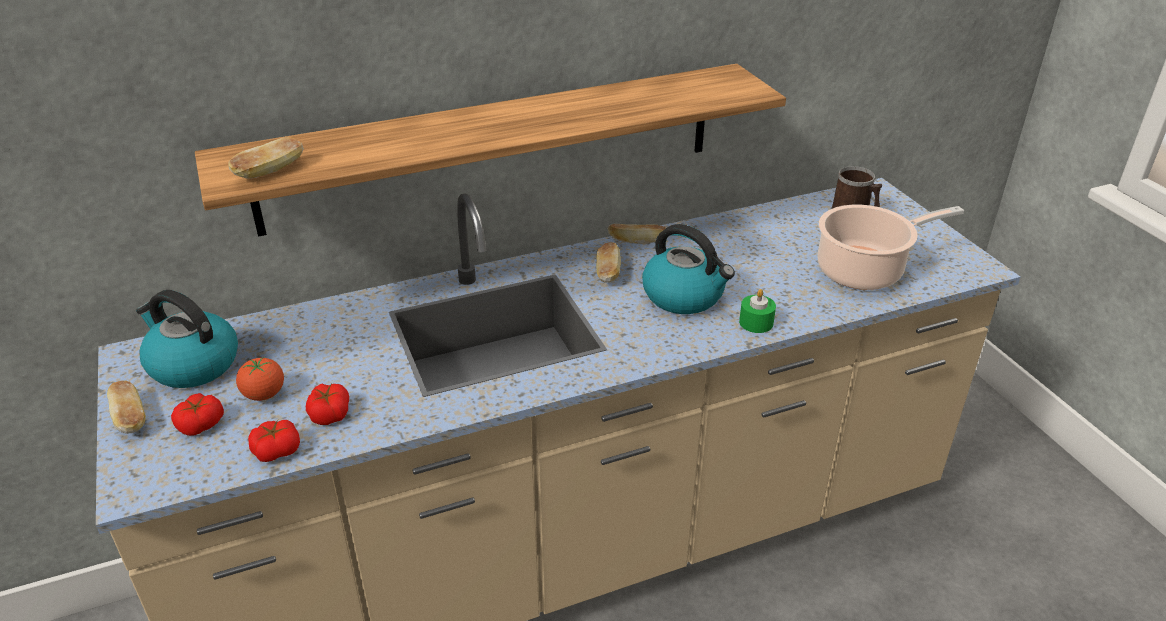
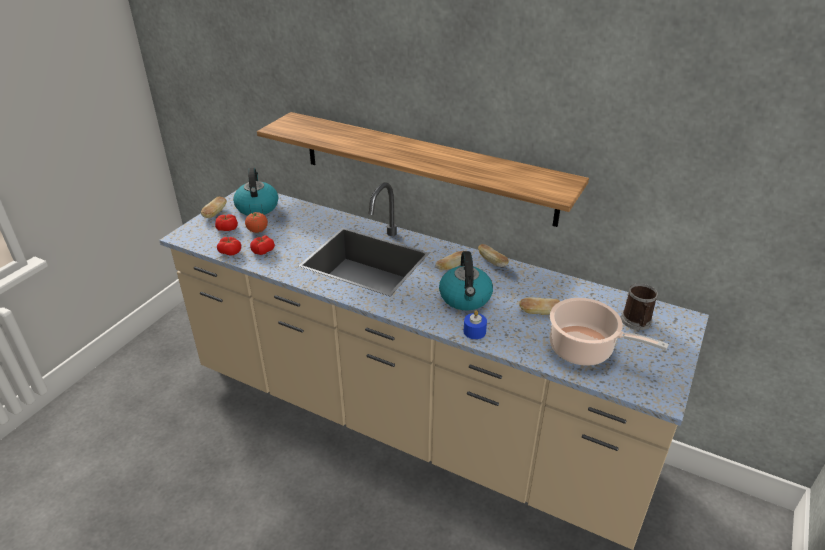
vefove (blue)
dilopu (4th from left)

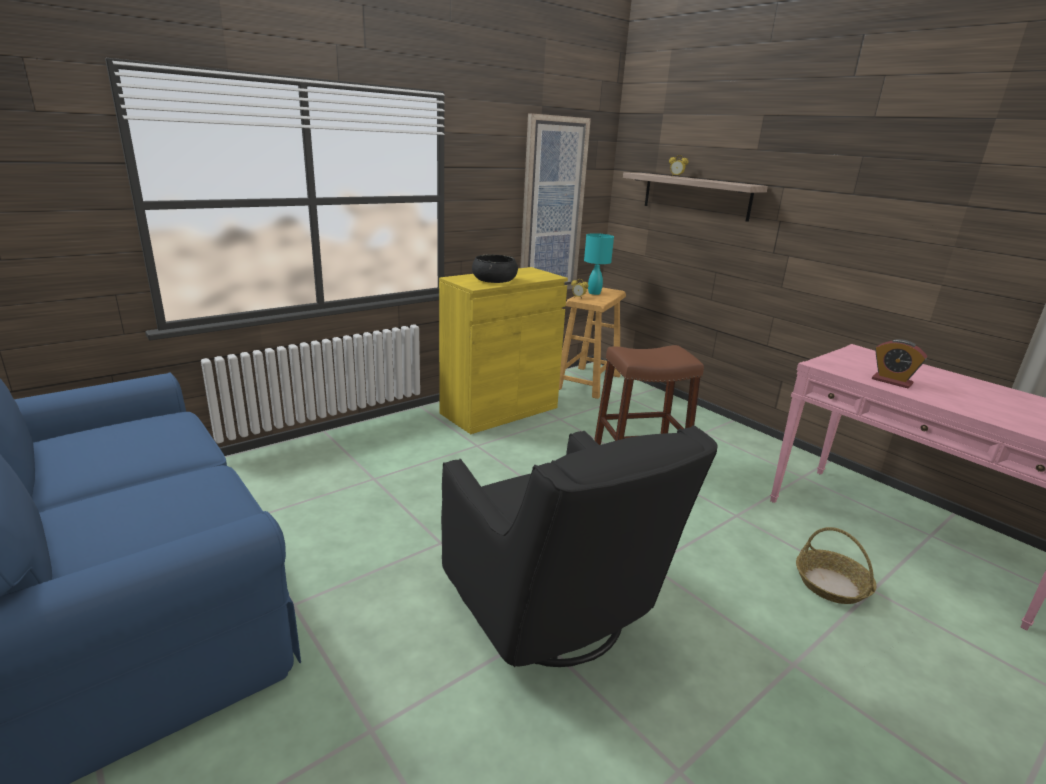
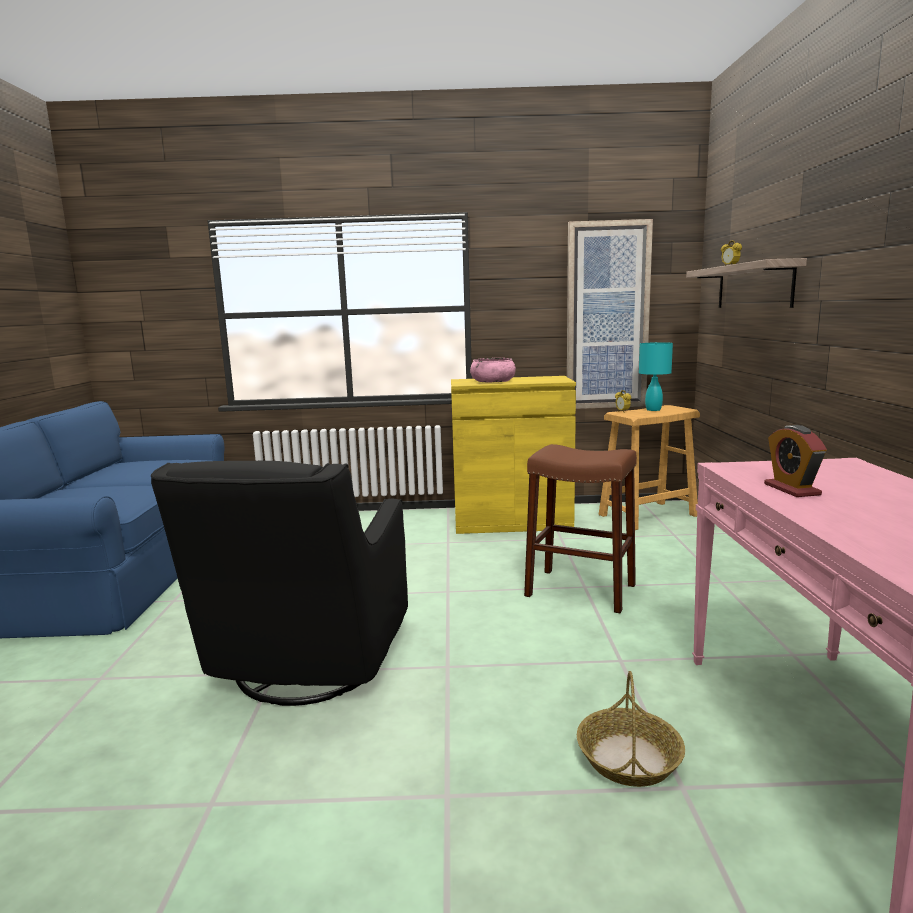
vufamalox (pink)

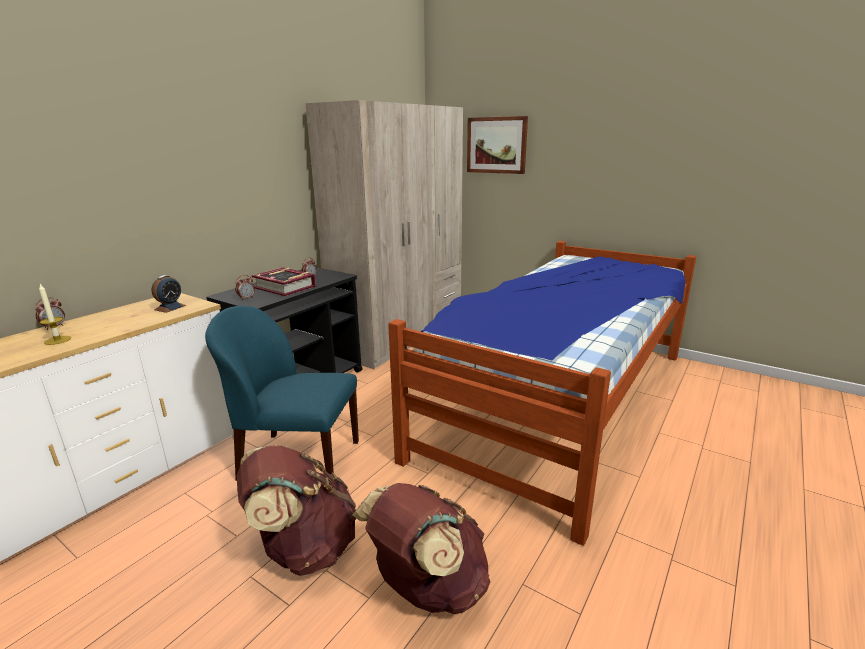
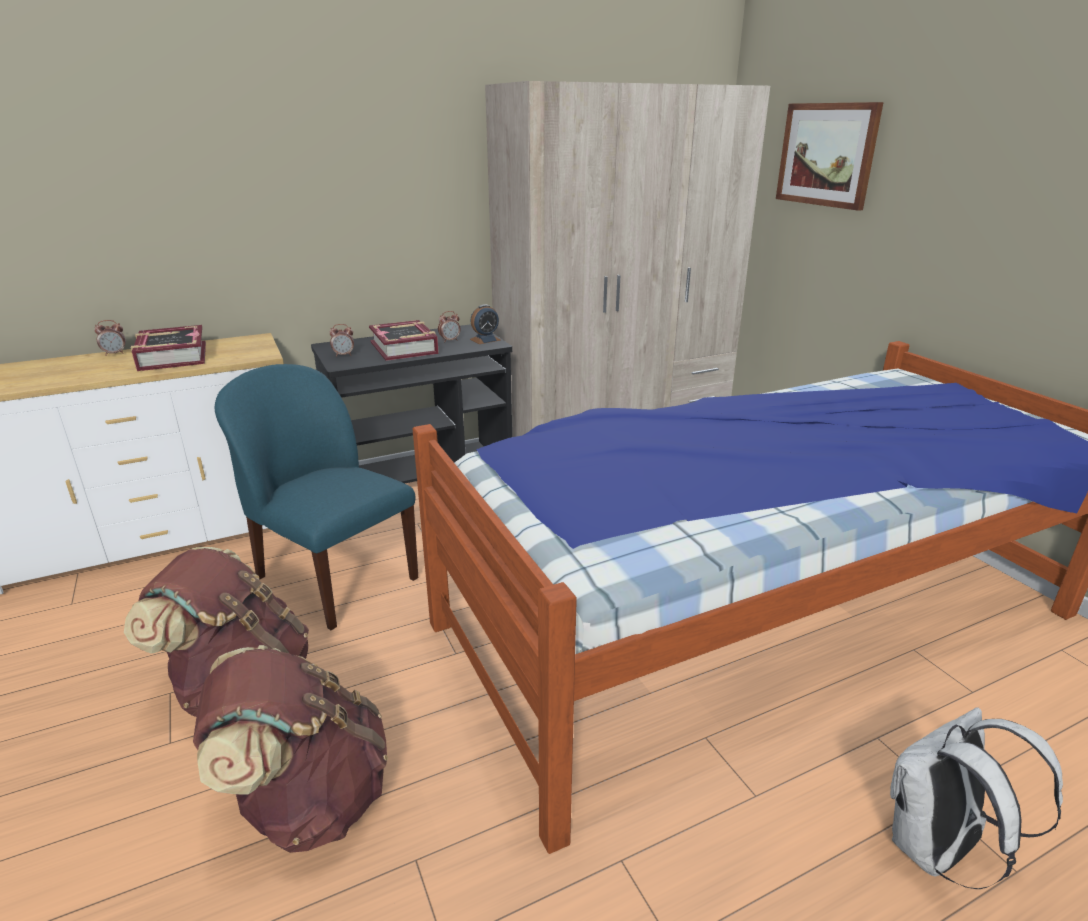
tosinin (1st from left)
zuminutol (4th from left)
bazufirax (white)
vefove

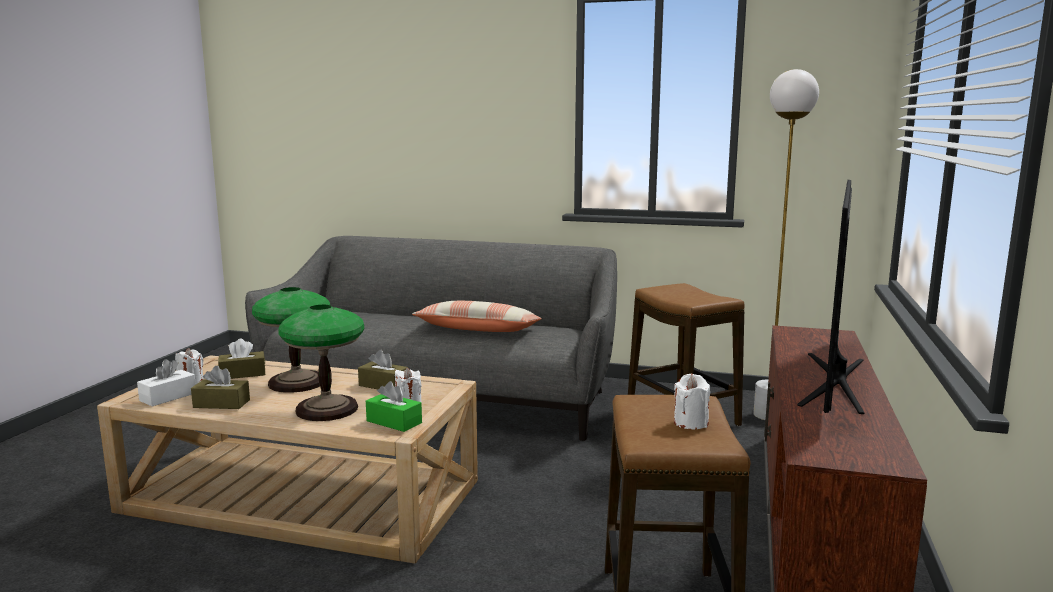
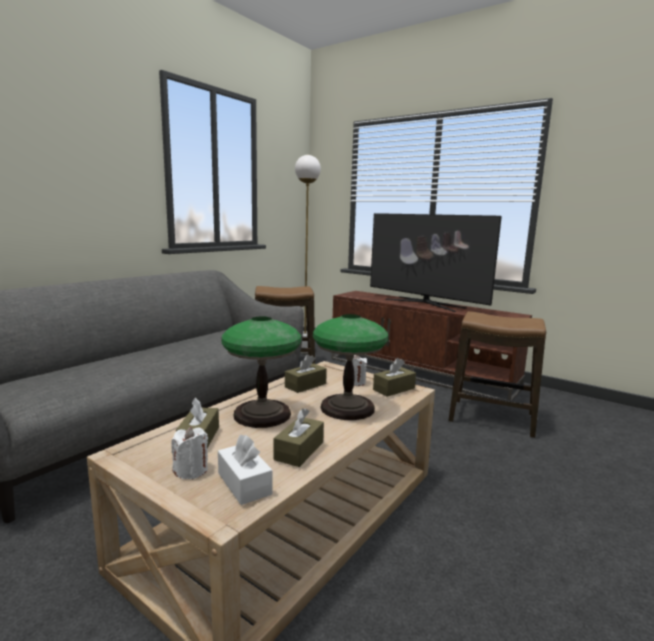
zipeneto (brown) (4th from left)
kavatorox
vefove (white) (3rd from left in the first image)

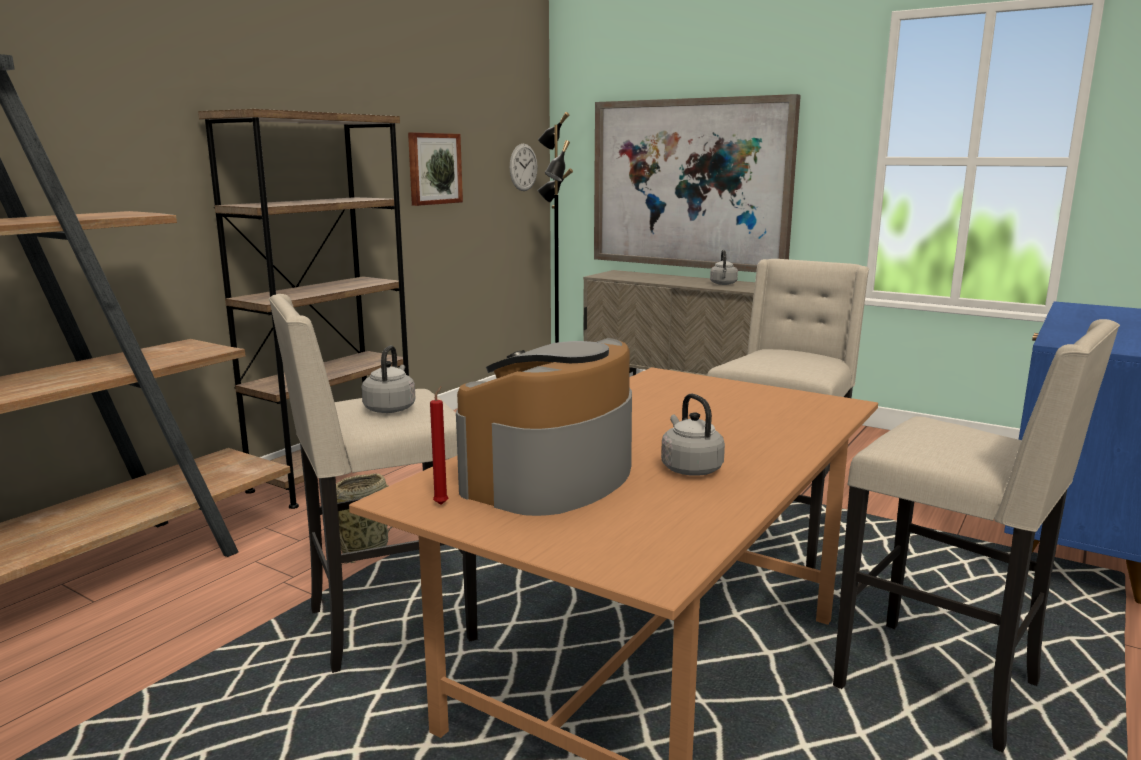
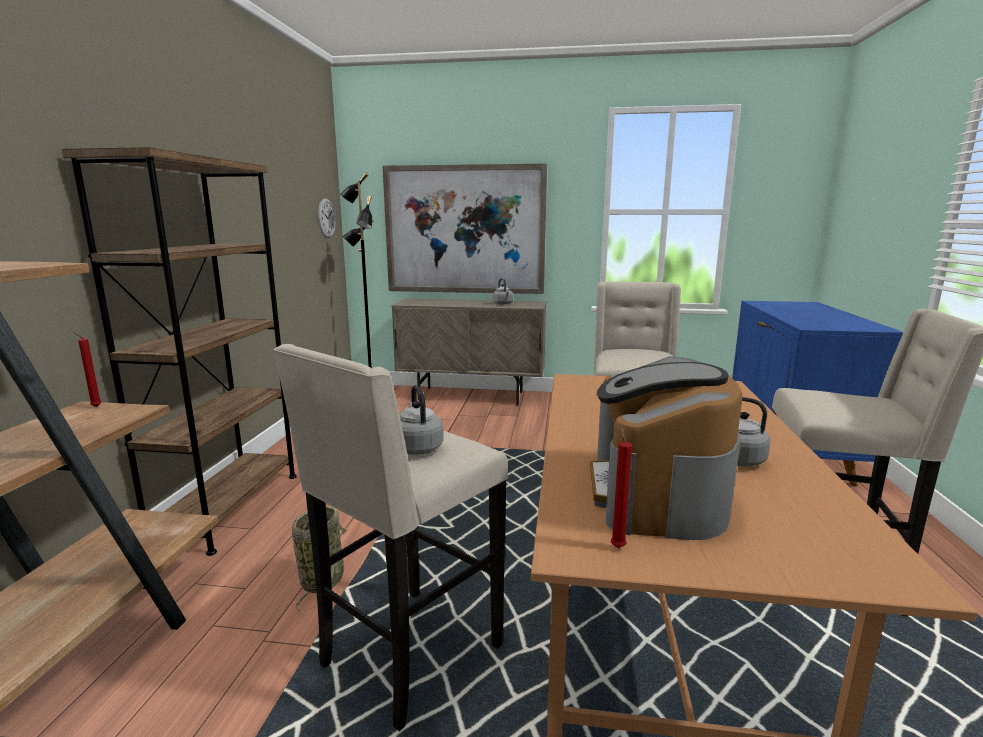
vefove (red) (1st from left)
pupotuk (1st from left in the first image)

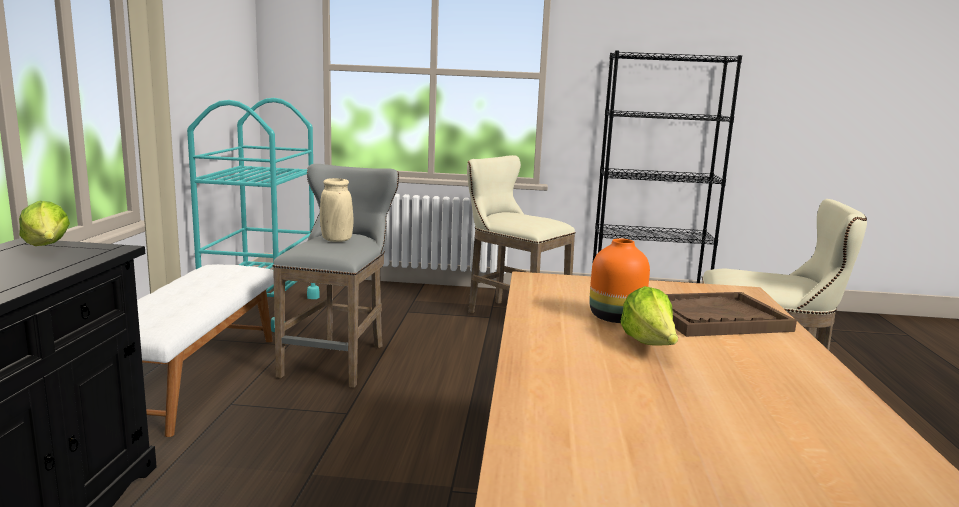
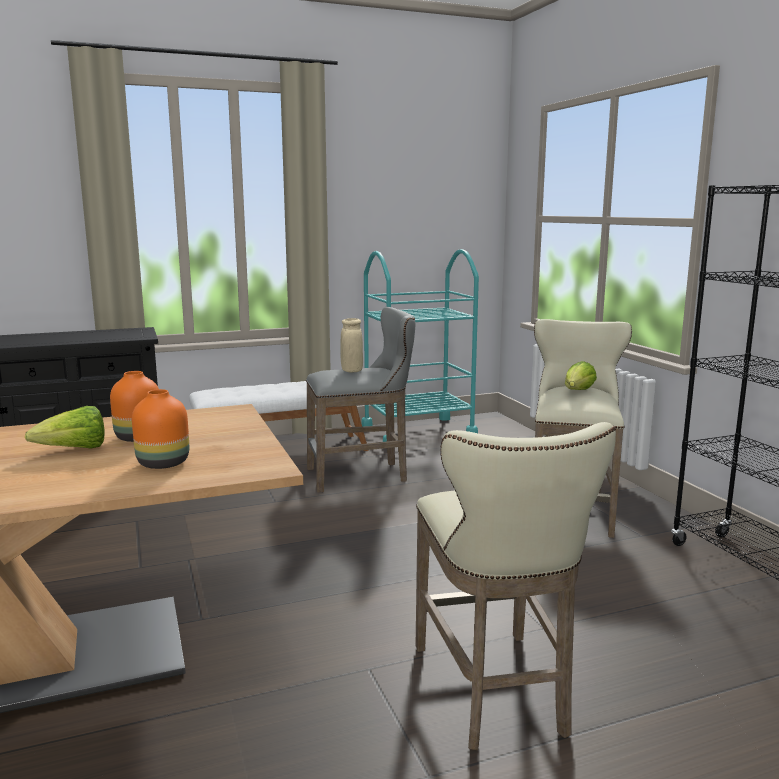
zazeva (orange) (2nd from left)
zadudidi (2nd from left)

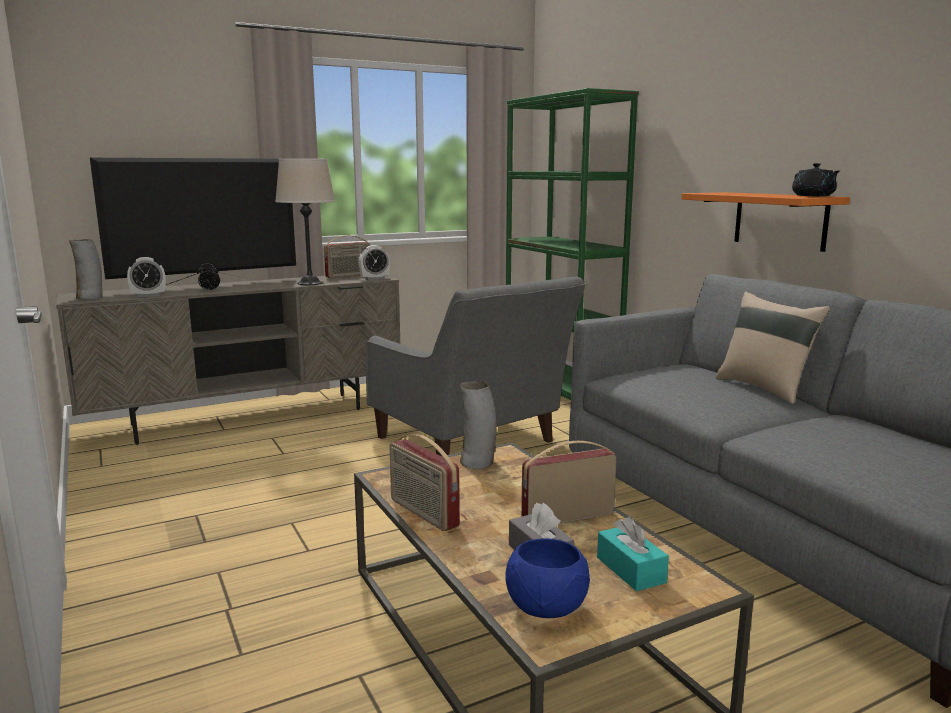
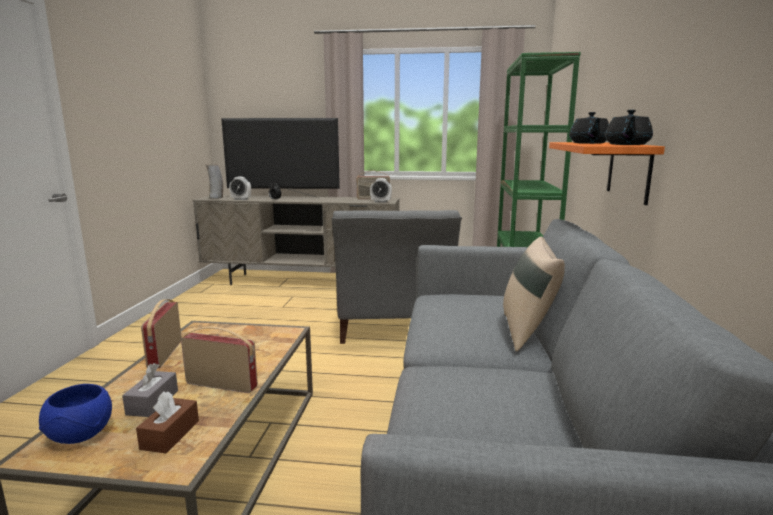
zipeneto (brown)
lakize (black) (1st from left)
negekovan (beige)
zazeva (2nd from left in the first image)

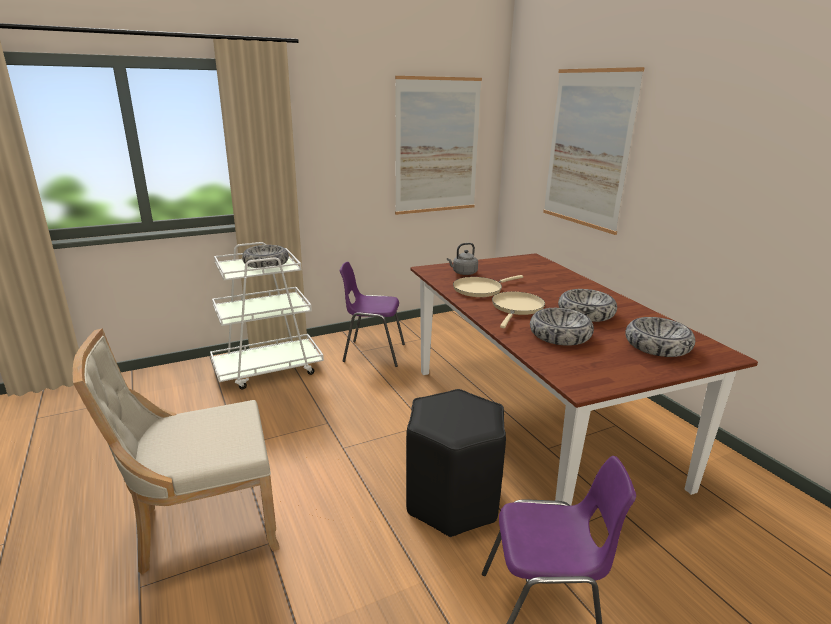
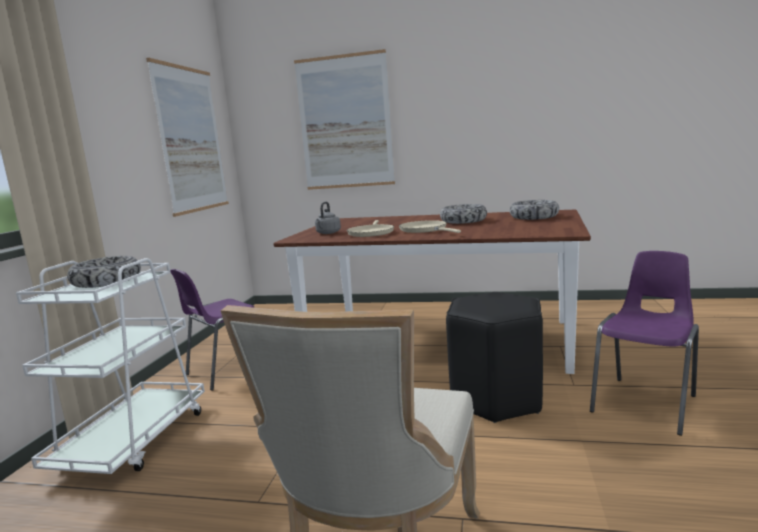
vufamalox (2nd from left in the first image)

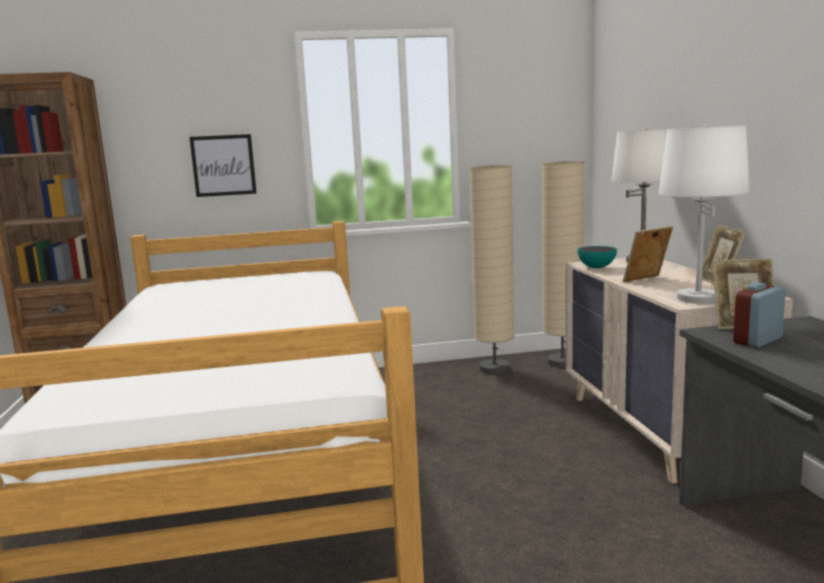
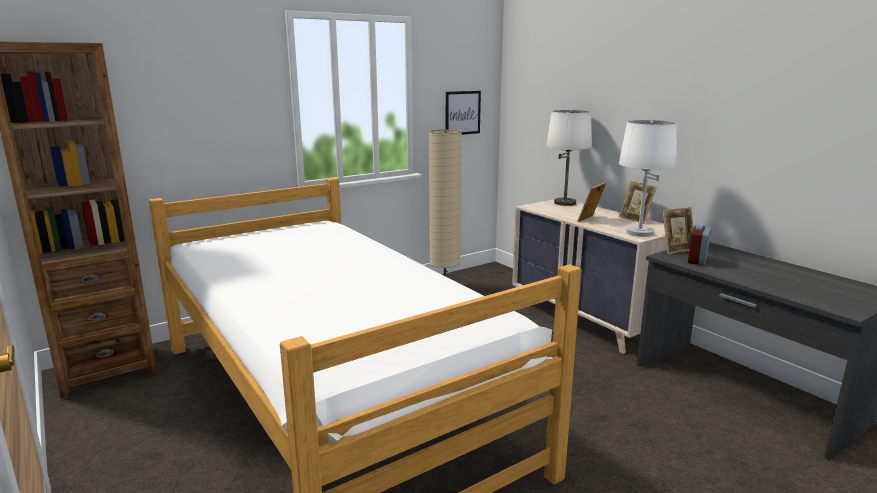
pupotuk
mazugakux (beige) (2nd from left in the first image)
vufamalox

